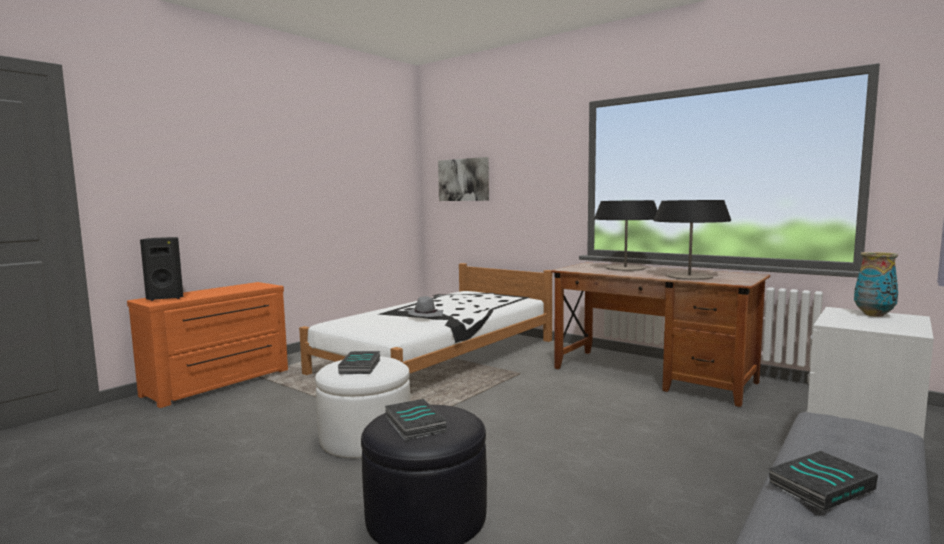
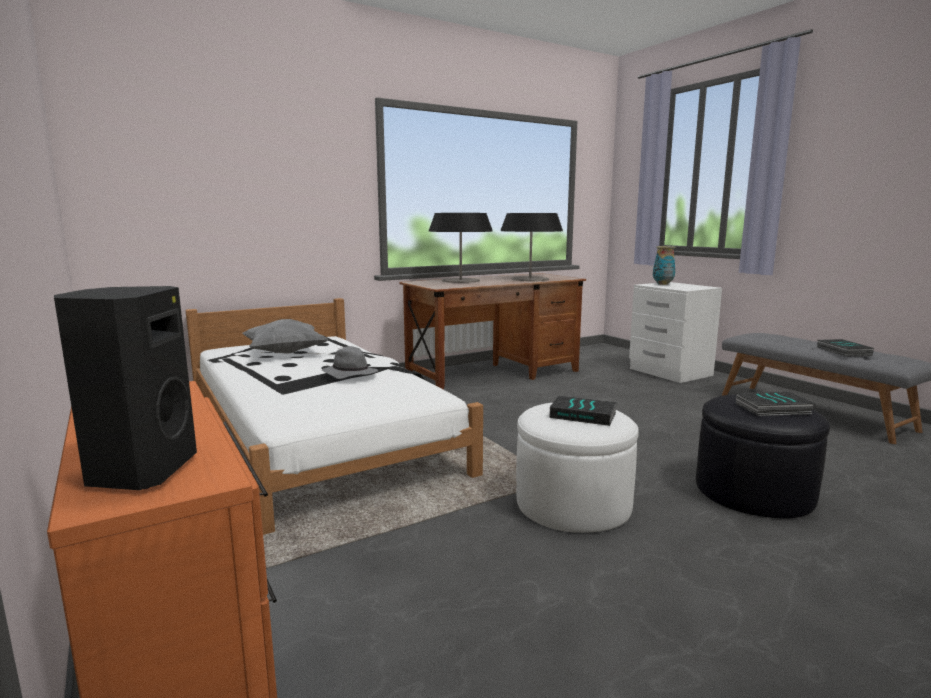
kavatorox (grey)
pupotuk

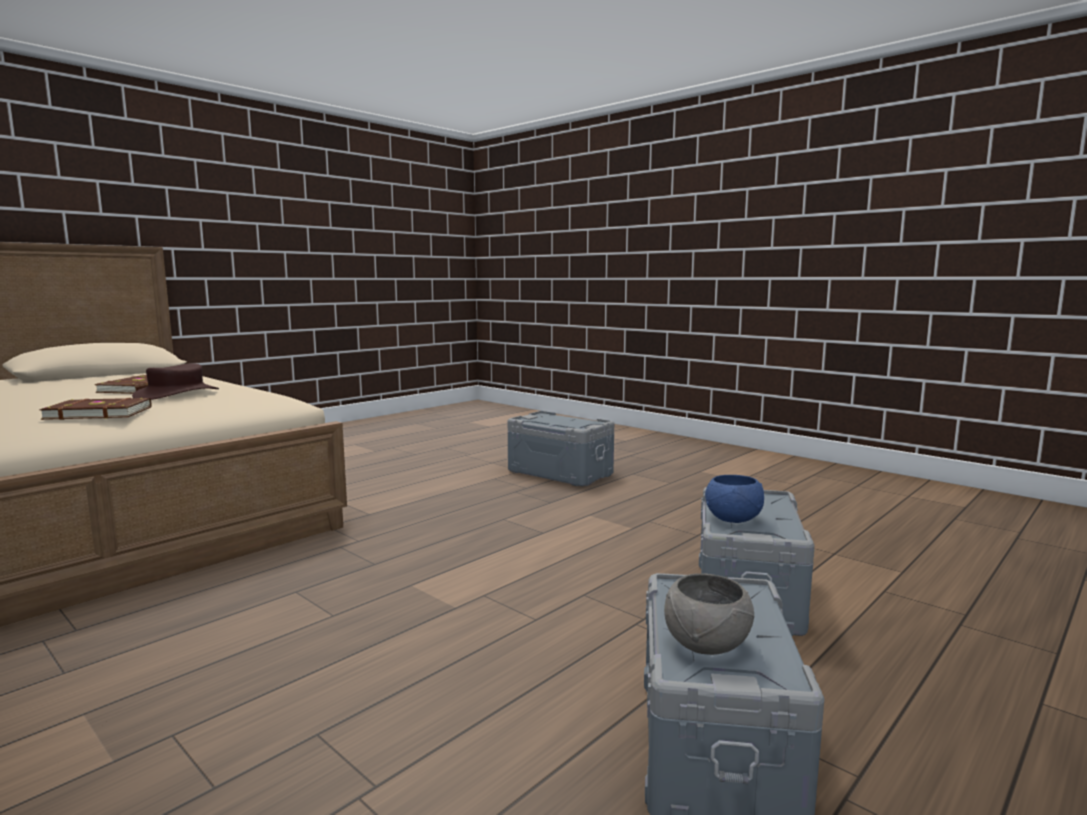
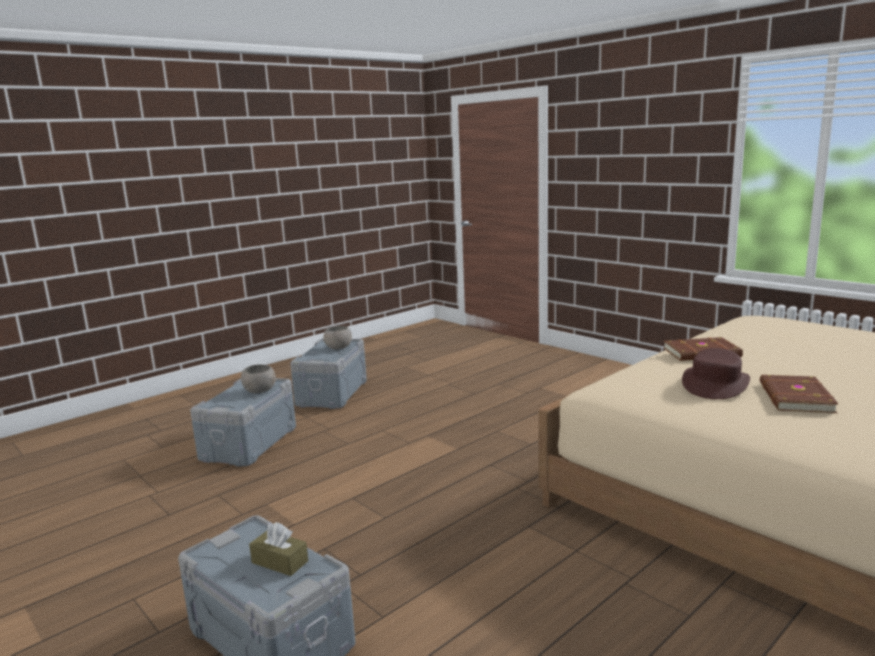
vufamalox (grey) (1st from left)
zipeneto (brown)

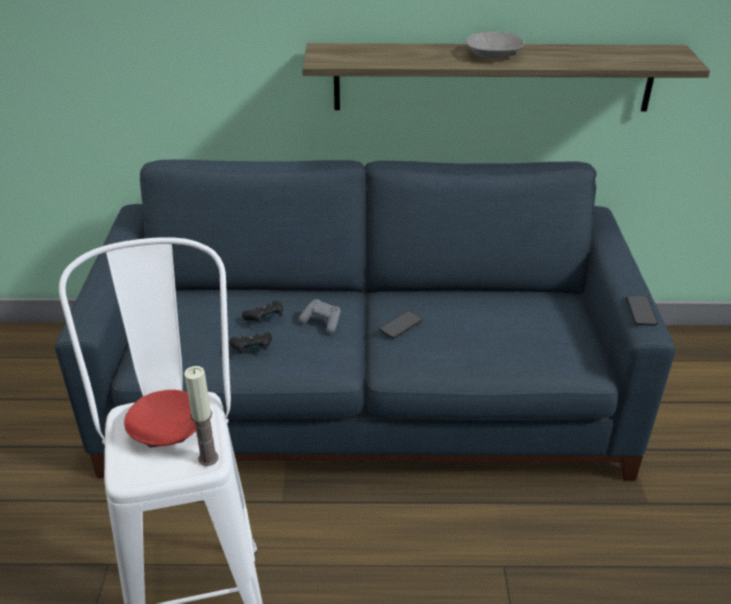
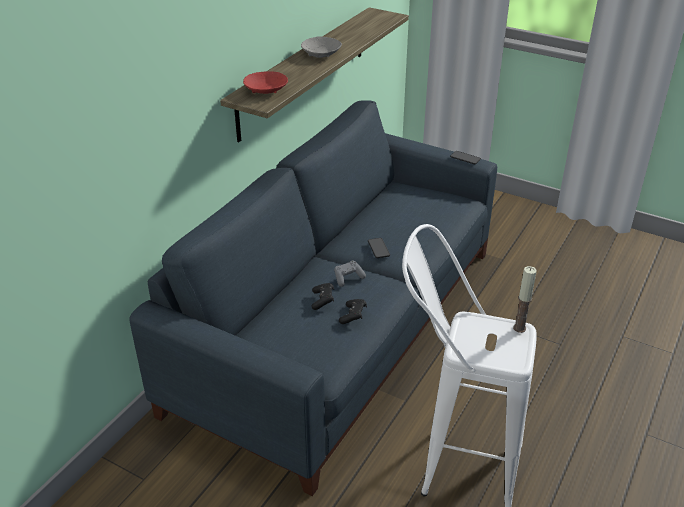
vufamalox (red)

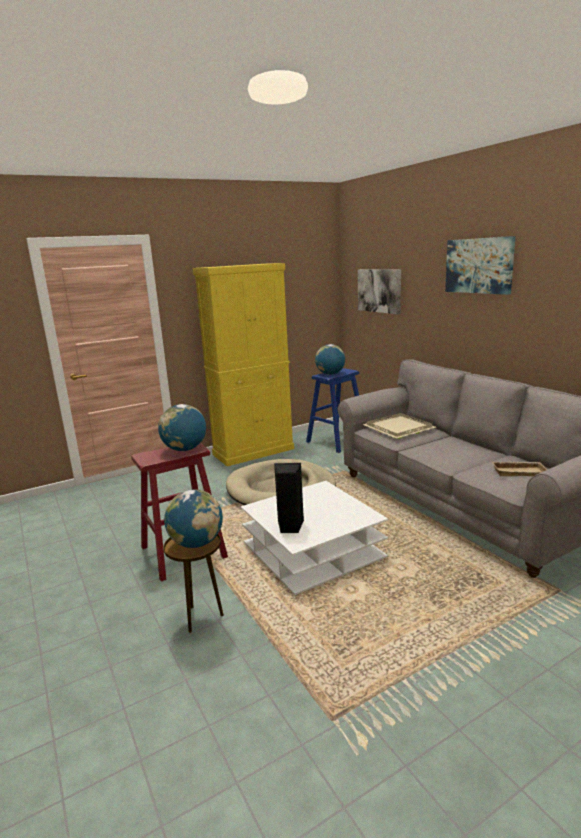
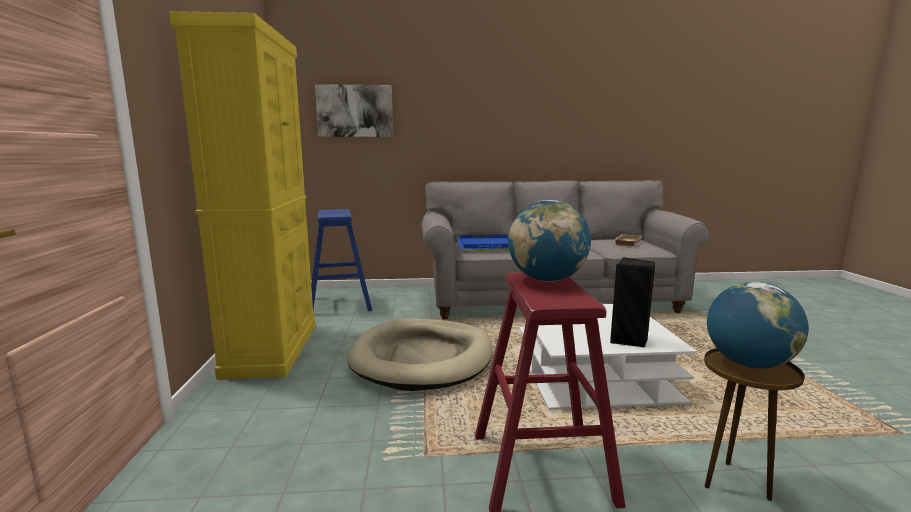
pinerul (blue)
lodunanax (3rd from left in the first image)
pupotuk (2nd from left in the first image)

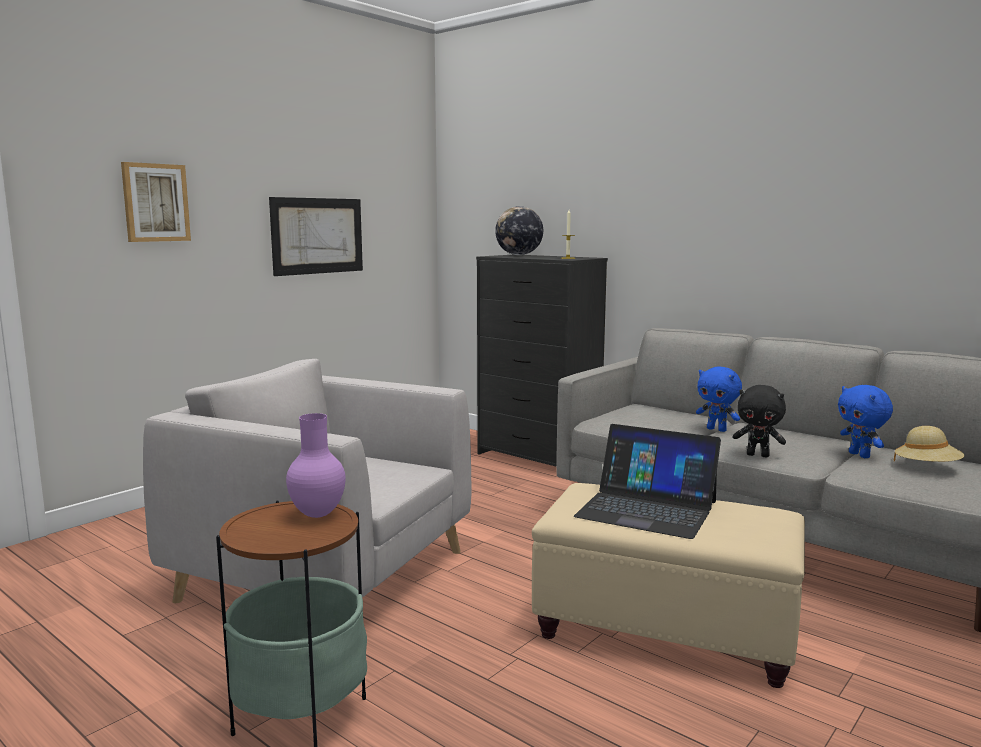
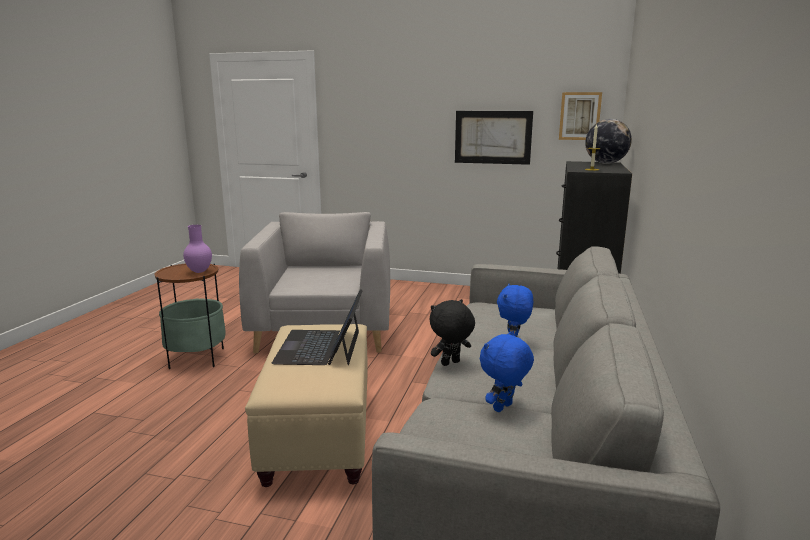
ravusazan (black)
pupotuk (2nd from left)
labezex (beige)

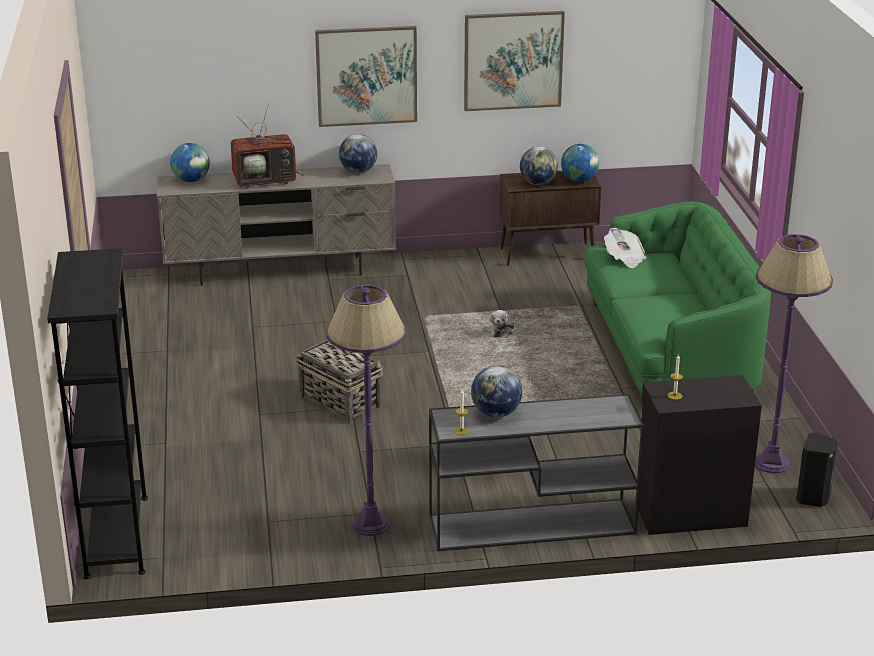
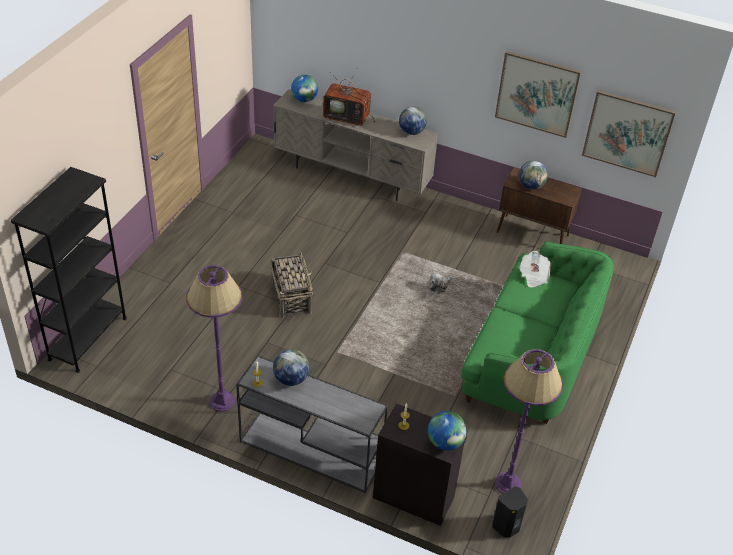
lodunanax (4th from left)
pupotuk (2nd from left)

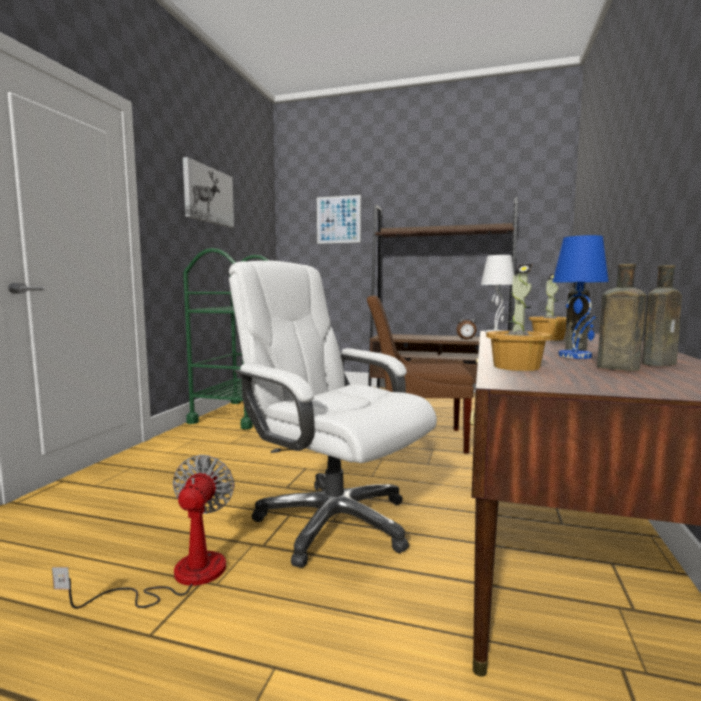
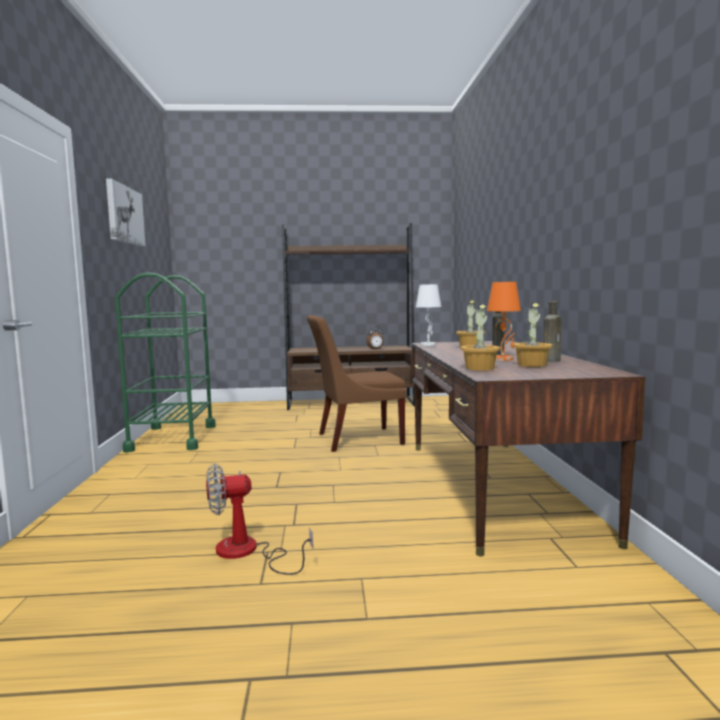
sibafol
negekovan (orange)
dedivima (3rd from left)
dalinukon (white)
pupotuk (2nd from left in the first image)

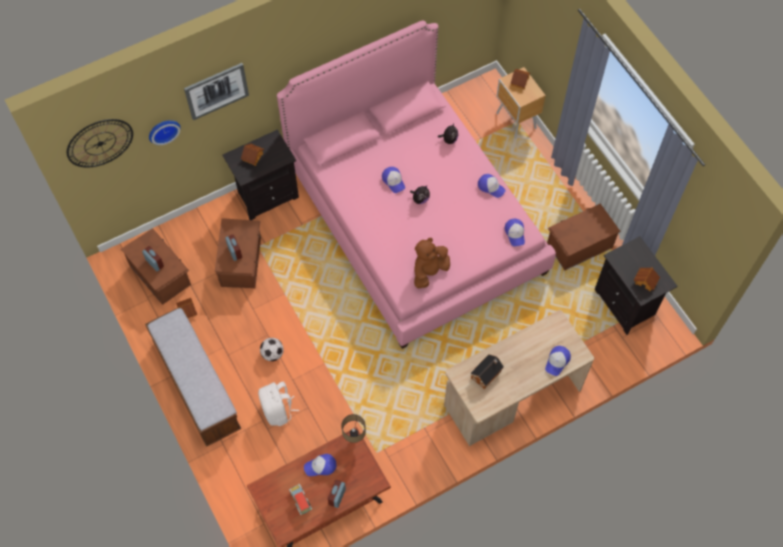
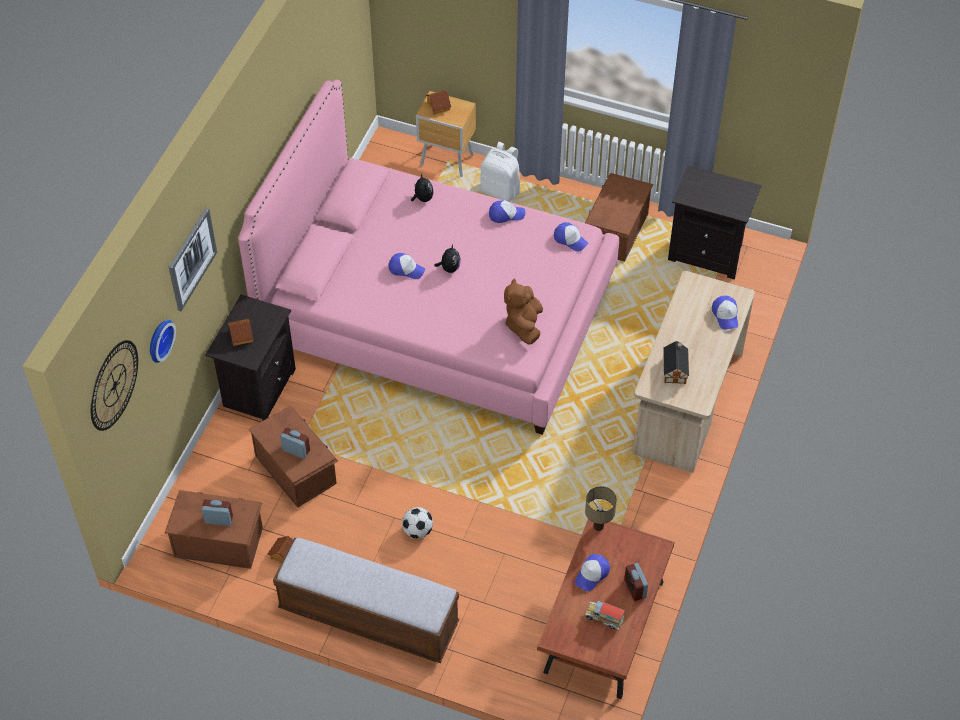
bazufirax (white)
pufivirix (5th from left in the first image)

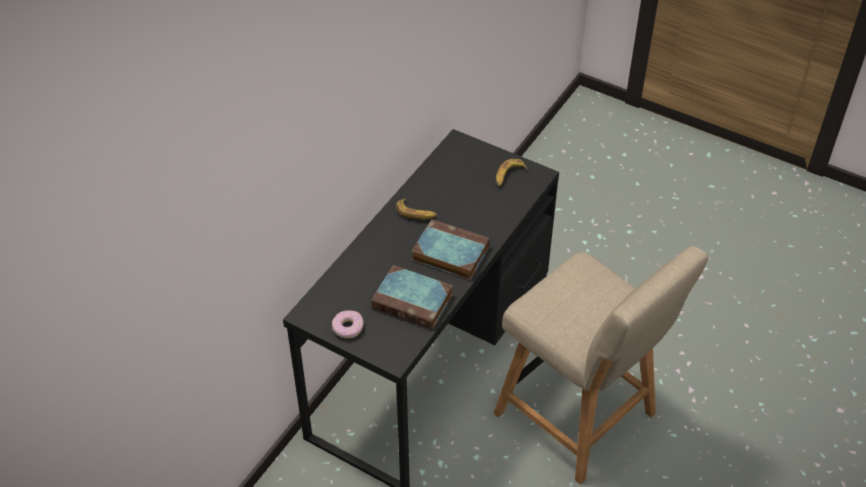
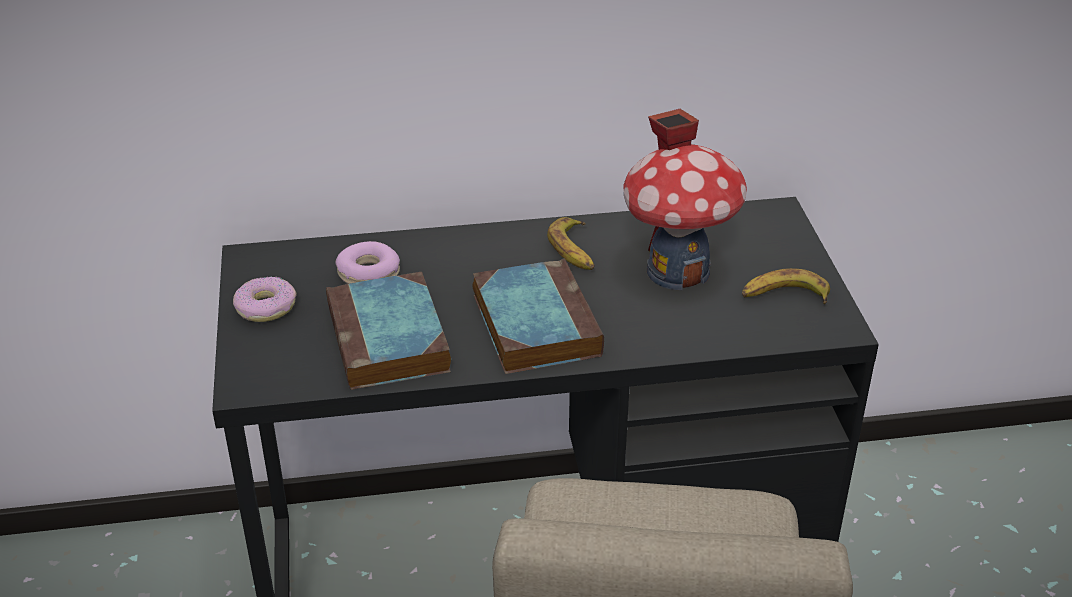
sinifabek (2nd from left)
pufivirix

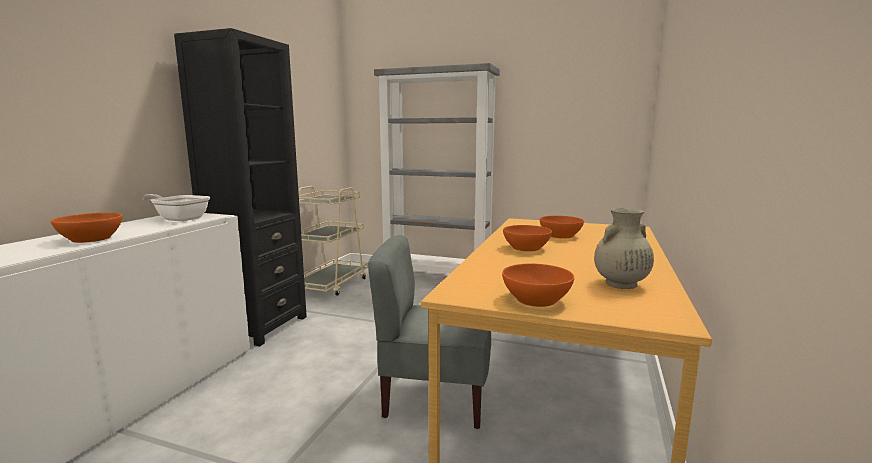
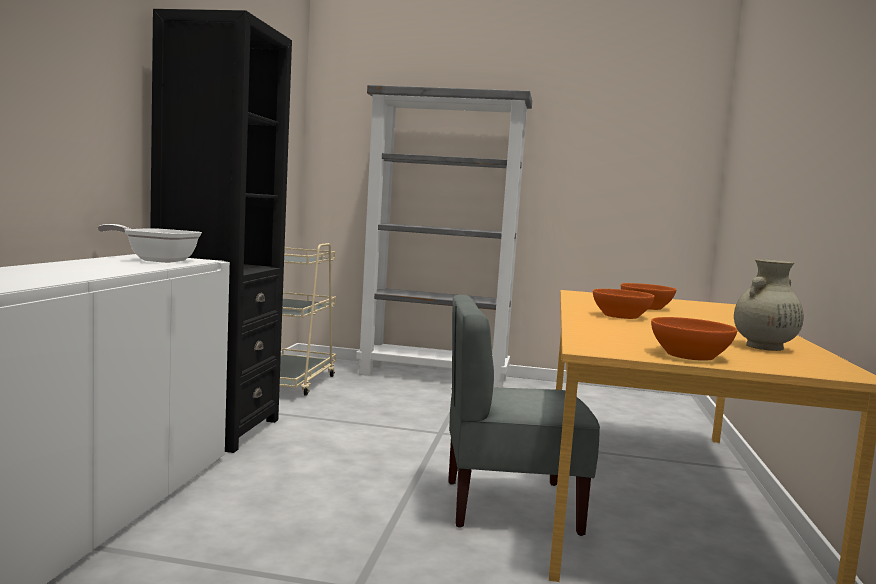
vufamalox (orange) (1st from left in the first image)

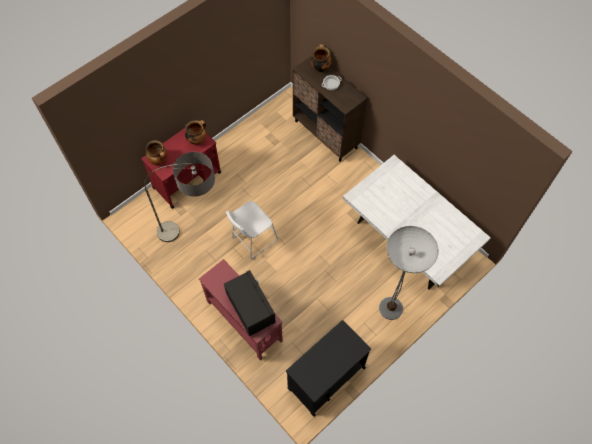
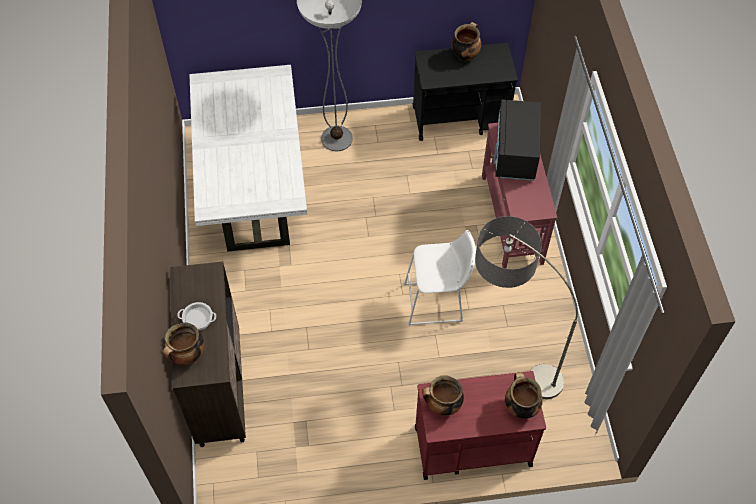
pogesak (4th from left)

